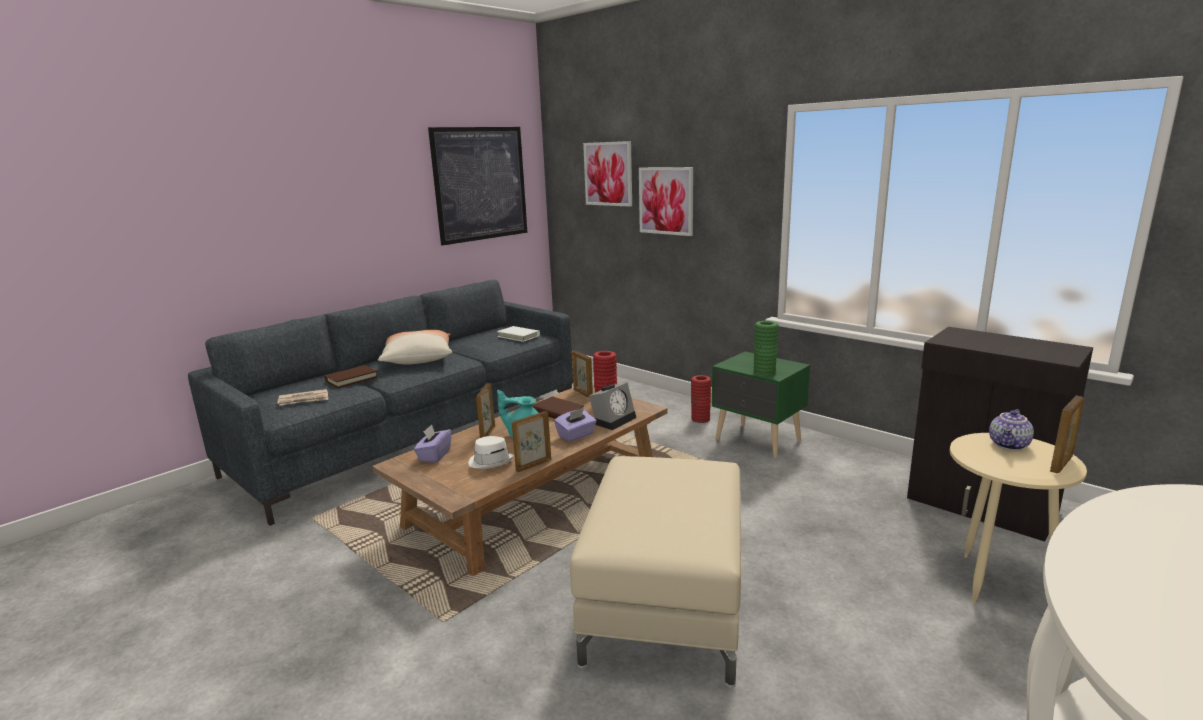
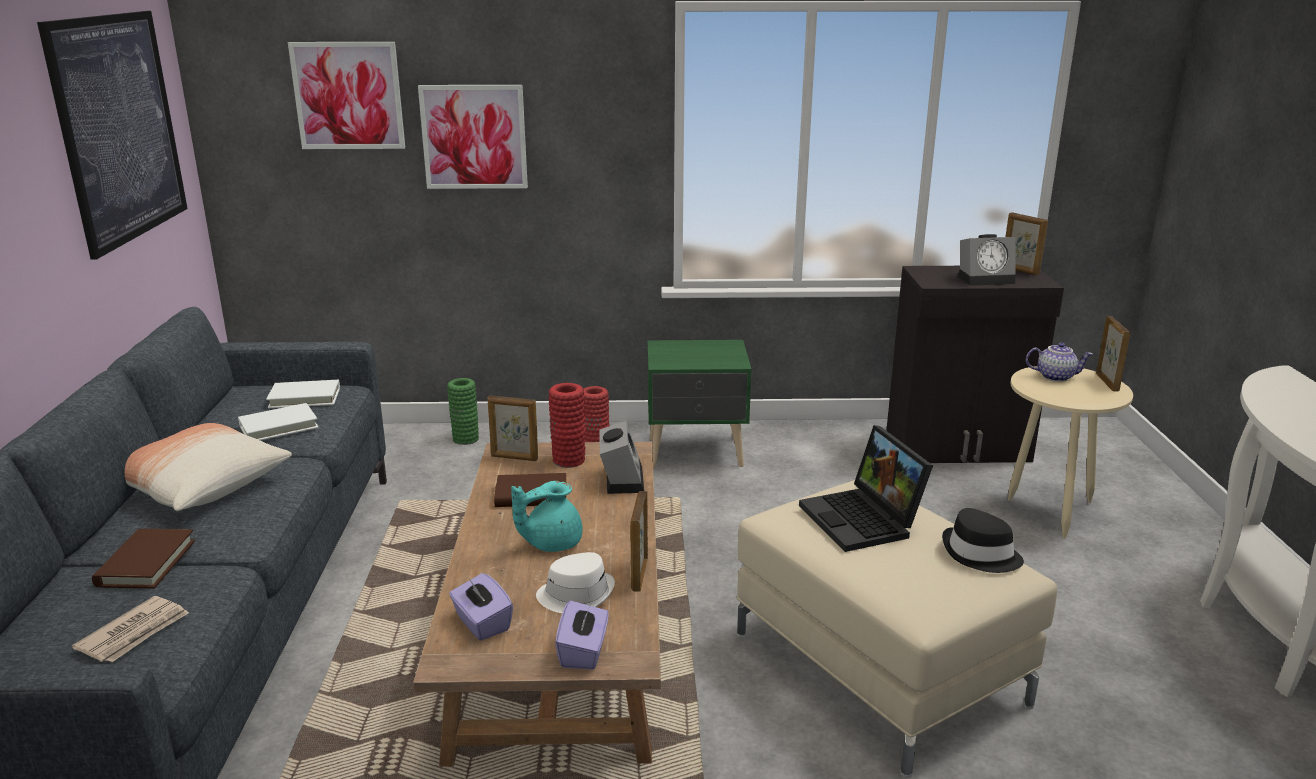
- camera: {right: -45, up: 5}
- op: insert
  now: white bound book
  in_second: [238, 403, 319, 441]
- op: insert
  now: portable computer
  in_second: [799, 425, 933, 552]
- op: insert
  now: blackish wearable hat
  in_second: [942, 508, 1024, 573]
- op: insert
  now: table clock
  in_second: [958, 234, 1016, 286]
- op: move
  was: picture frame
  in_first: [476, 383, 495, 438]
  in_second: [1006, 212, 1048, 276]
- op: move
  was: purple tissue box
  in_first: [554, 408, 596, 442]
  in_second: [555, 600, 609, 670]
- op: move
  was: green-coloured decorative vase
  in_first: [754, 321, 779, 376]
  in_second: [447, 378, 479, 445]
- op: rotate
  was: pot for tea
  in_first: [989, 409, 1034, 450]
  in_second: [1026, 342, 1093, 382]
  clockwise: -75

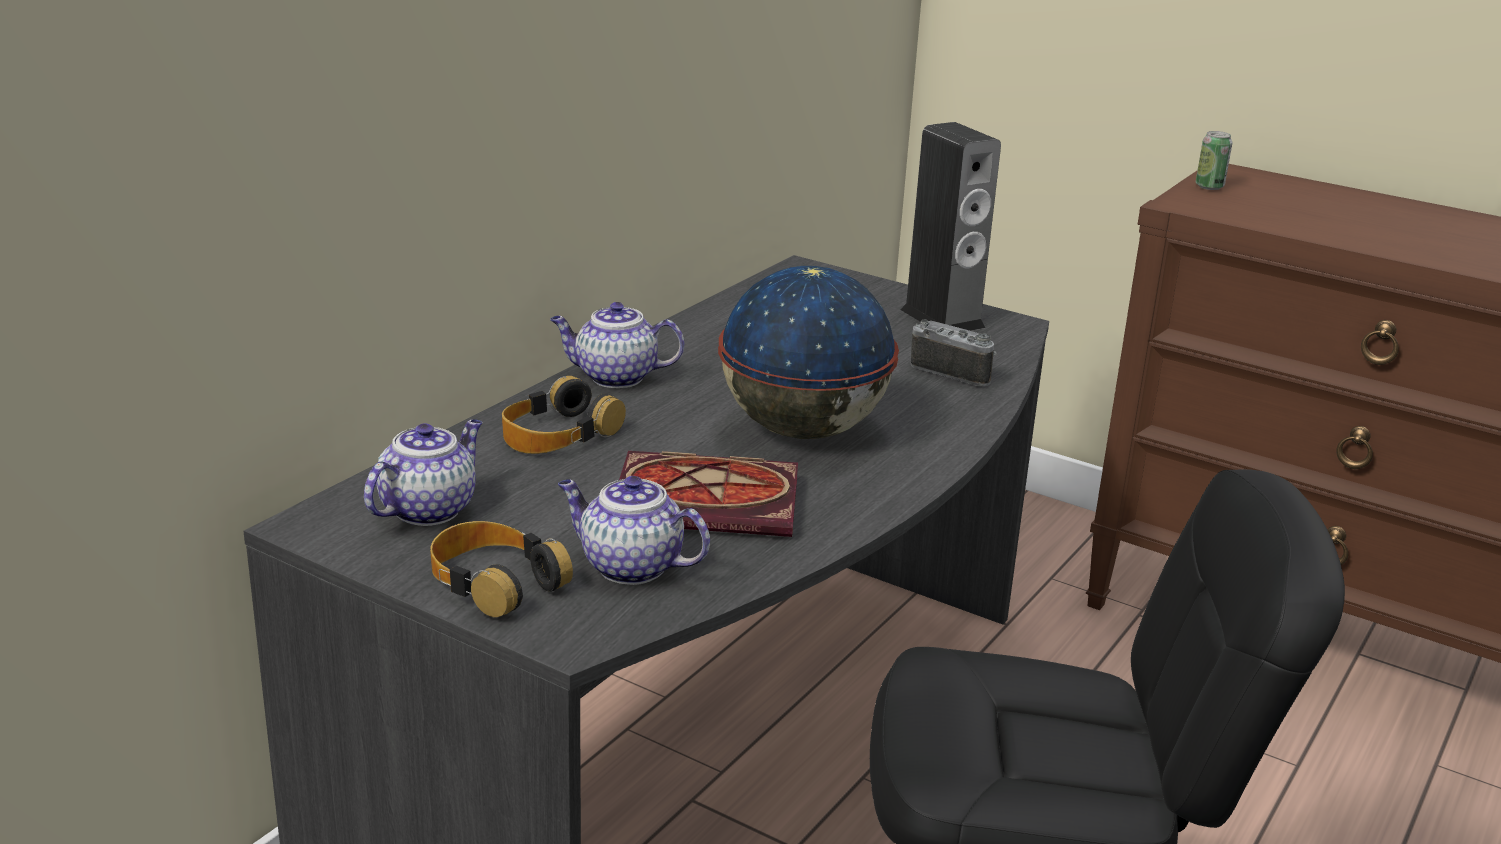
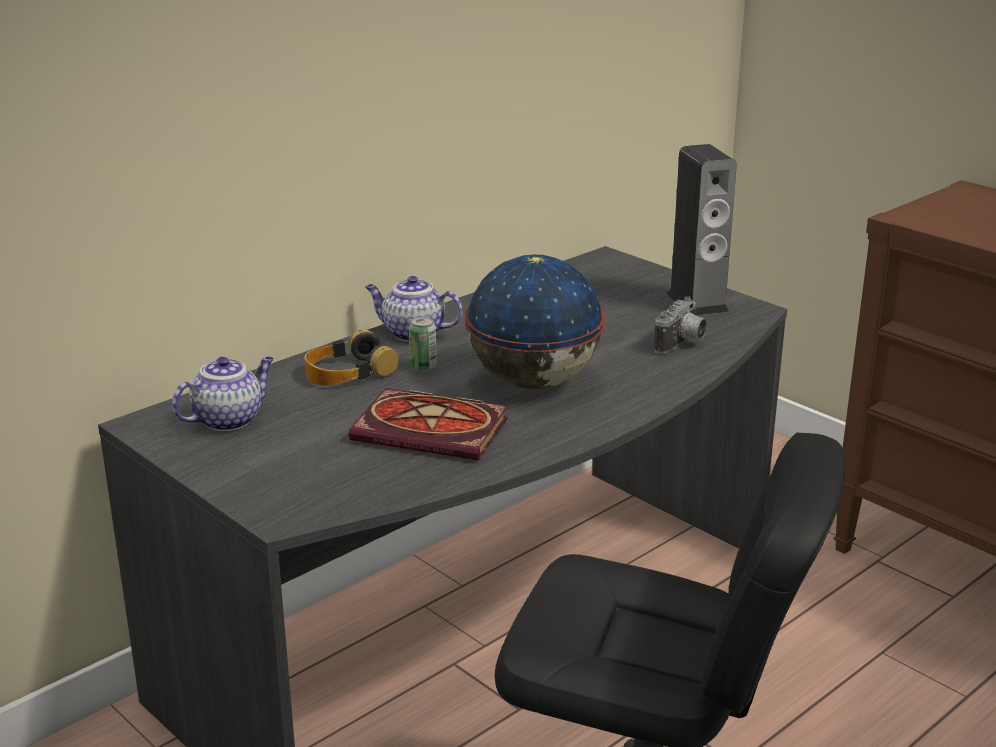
- camera: {right: 15, up: 0}
- op: delete
  was: pair of headphones
  in_first: [430, 521, 573, 617]
- op: delete
  was: pot for tea
  in_first: [558, 476, 710, 585]
- op: move
  was: sealed can
  in_first: [1196, 131, 1232, 190]
  in_second: [409, 317, 437, 372]
- op: rotate
  was: photo camera
  in_first: [911, 320, 997, 386]
  in_second: [655, 296, 707, 354]
  clockwise: 75

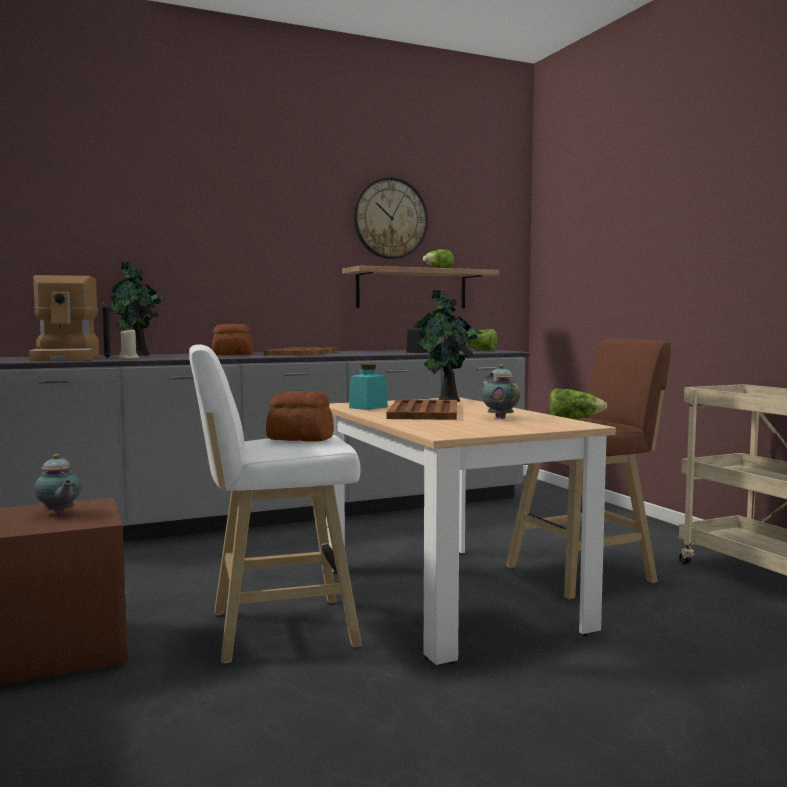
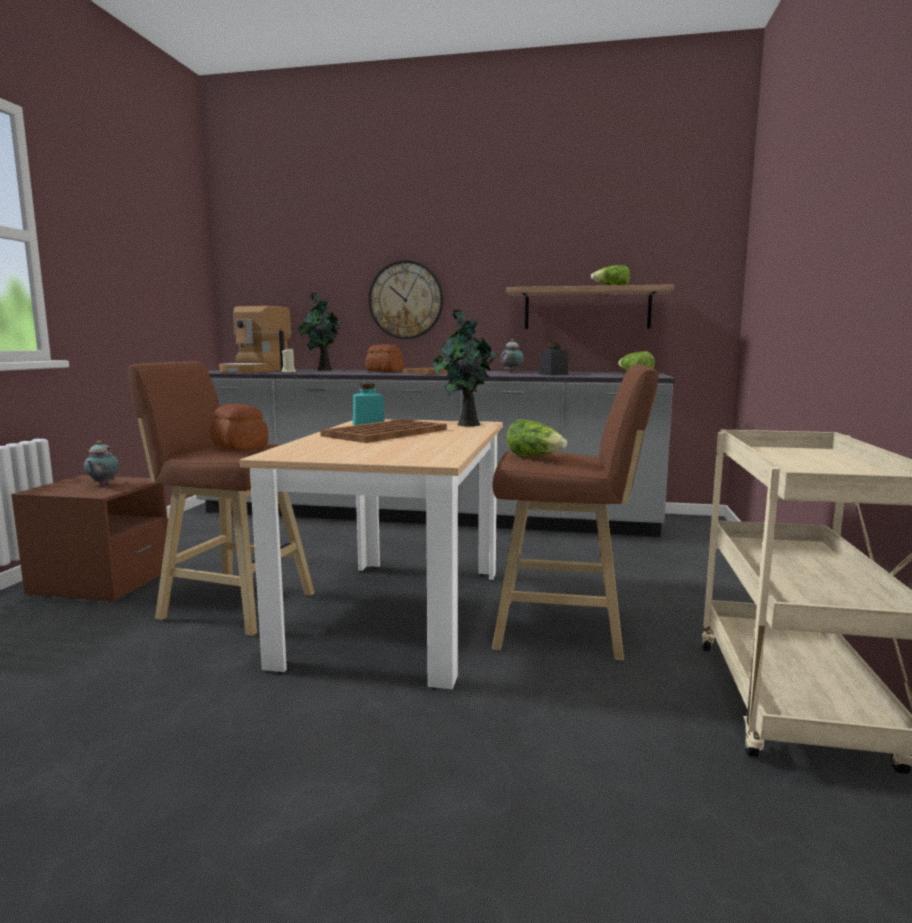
- camera: {right: 35, up: 5}
- op: move
  was: clock on the wall
  in_first: [353, 177, 428, 259]
  in_second: [368, 260, 443, 339]
- op: move
  was: pot for tea
  in_first: [482, 364, 520, 419]
  in_second: [501, 339, 524, 373]
- op: recolor
  was: white sitting stool
  now: brownish sitting stool
  in_first: [189, 344, 362, 663]
  in_second: [127, 361, 315, 636]

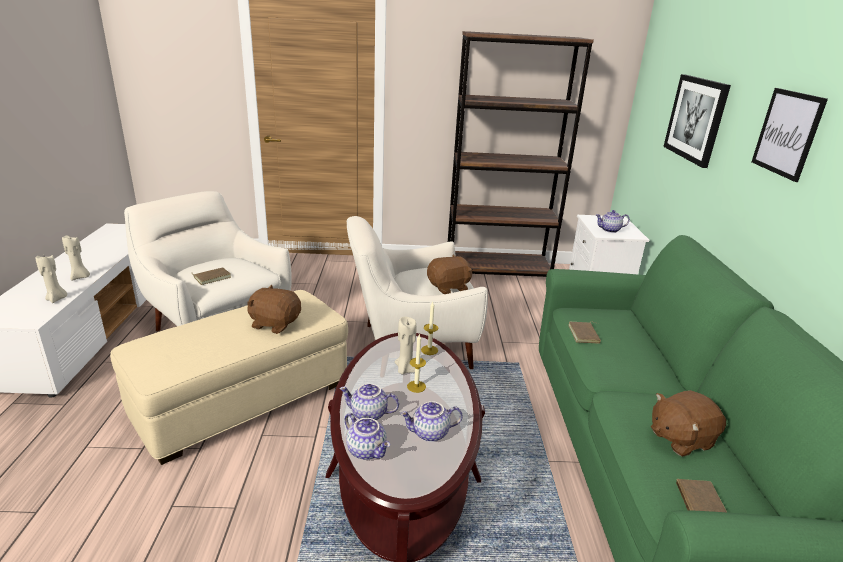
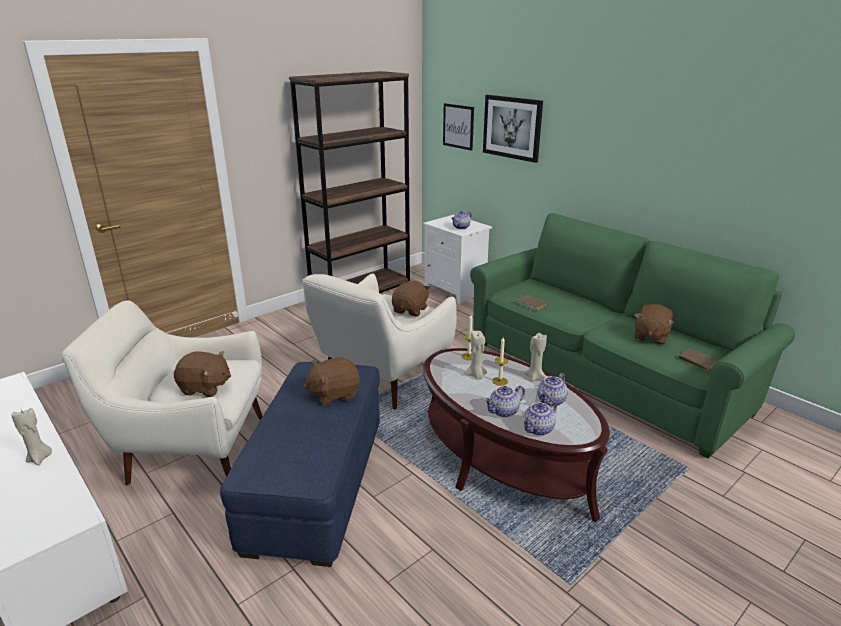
- camera: {right: -40, up: 0}
- op: move
  was: sand-coloured candle
  in_first: [35, 255, 67, 303]
  in_second: [523, 333, 547, 381]
- op: move
  was: picture
  in_first: [752, 88, 828, 182]
  in_second: [443, 103, 474, 151]
- op: replace
  was: brownish bound book
  now: brownish soft toy
  in_first: [192, 268, 231, 285]
  in_second: [174, 351, 231, 397]
- op: recolor
  was: sand-coloured pouffe
  now: blue pouffe
  in_first: [110, 290, 348, 465]
  in_second: [220, 362, 380, 567]
- op: rotate
  was: pot for tea
  in_first: [345, 413, 390, 460]
  in_second: [522, 400, 557, 436]
  clockwise: 135

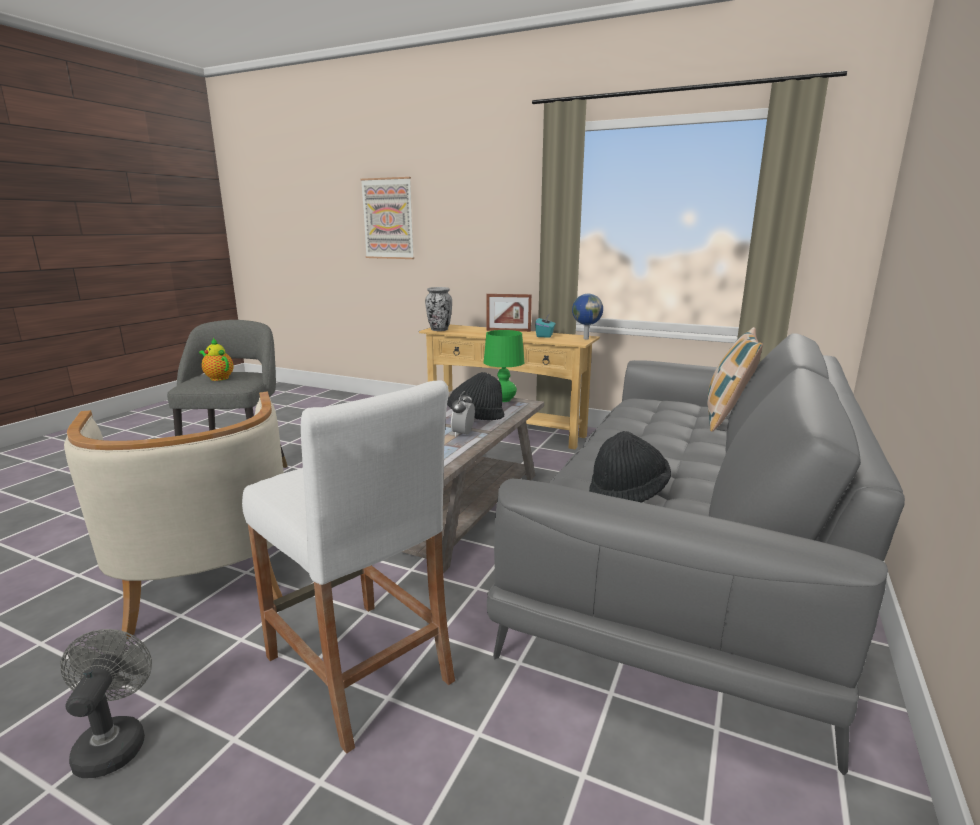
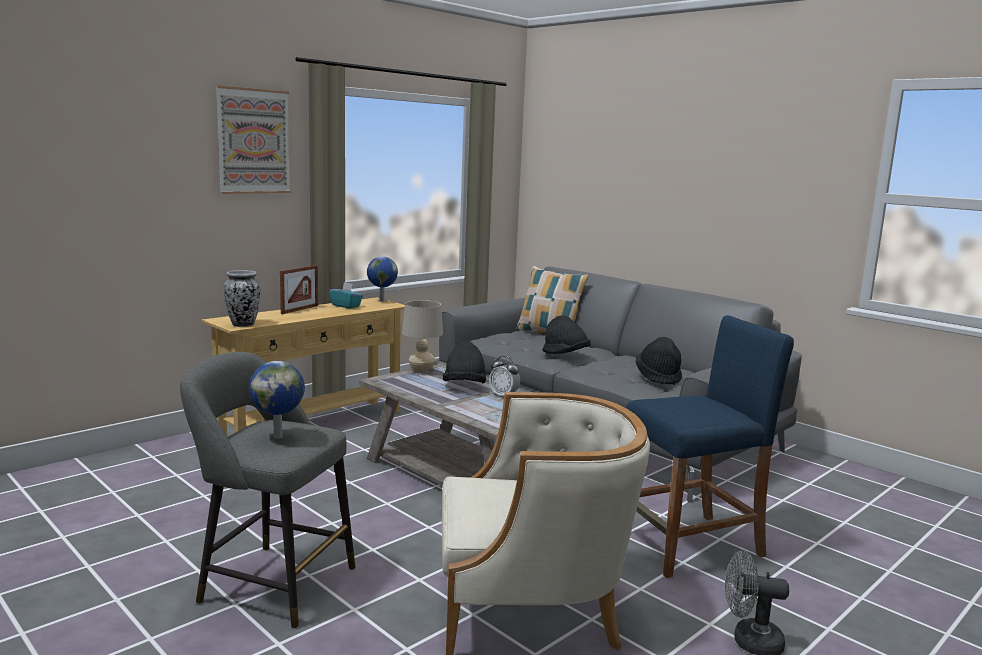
- camera: {right: -70, up: -5}
- op: insert
  now: blackish wearable hat
  in_second: [543, 315, 591, 354]
- op: move
  was: picture
  in_first: [361, 177, 414, 259]
  in_second: [216, 85, 291, 194]
- op: replace
  was: pot for tea
  now: globe
  in_first: [199, 338, 234, 381]
  in_second: [249, 361, 305, 439]
- op: recolor
  was: white sitting stool
  now: blue sitting stool
  in_first: [242, 381, 455, 754]
  in_second: [625, 315, 794, 578]
- op: recolor
  was: green-coloured table lamp
  now: sand-coloured table lamp
  in_first: [484, 330, 524, 402]
  in_second: [402, 300, 443, 373]

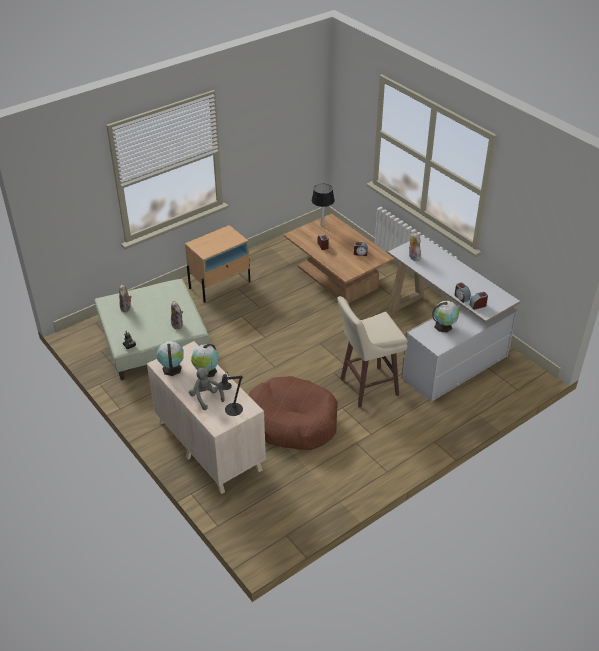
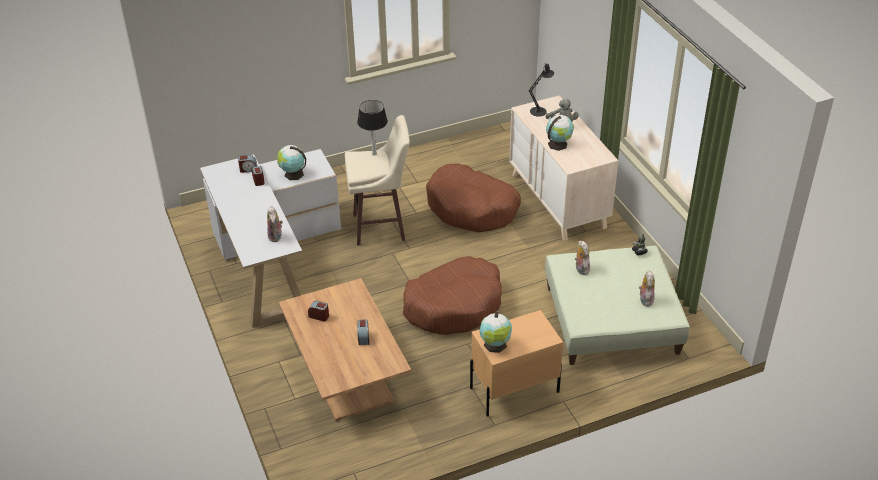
- camera: {right: -165, up: 0}
- op: insert
  now: brownish dog bed
  in_second: [403, 256, 502, 335]
- op: move
  was: globe
  in_first: [157, 340, 184, 376]
  in_second: [479, 311, 512, 353]
- op: move
  was: table lamp
  in_first: [311, 184, 335, 227]
  in_second: [357, 100, 388, 155]

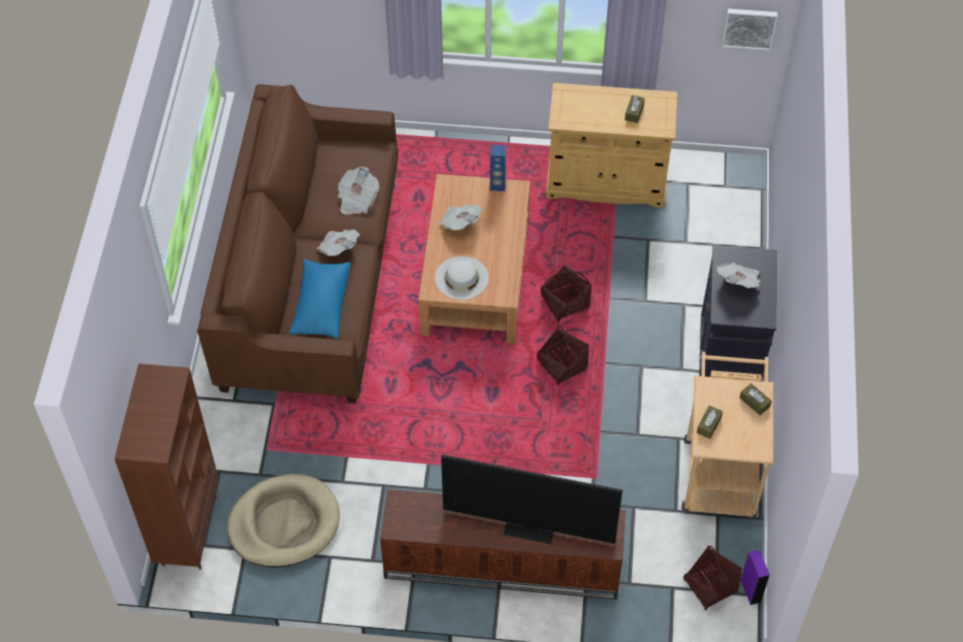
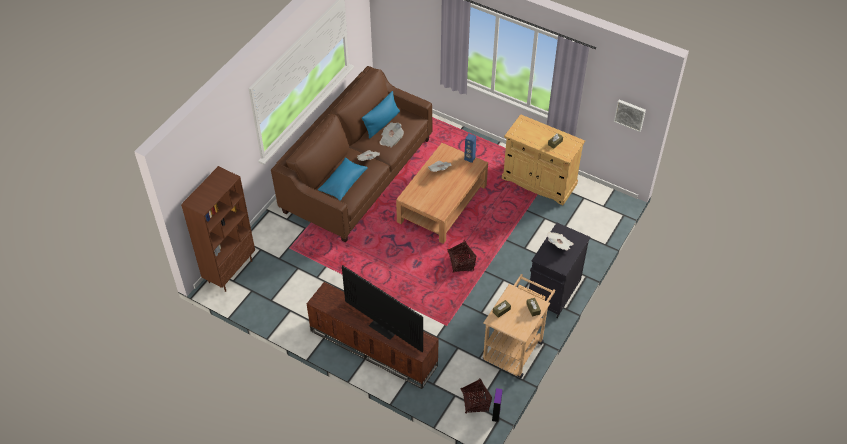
- camera: {right: 25, up: -5}
- op: delete
  was: sand-coloured dog bed
  in_first: [227, 474, 340, 568]
- op: delete
  was: white wearable hat
  in_first: [435, 256, 489, 300]
- op: delete
  was: storage basket
  in_first: [541, 265, 592, 322]
- op: insert
  now: blue cushion
  in_second: [362, 91, 400, 139]

